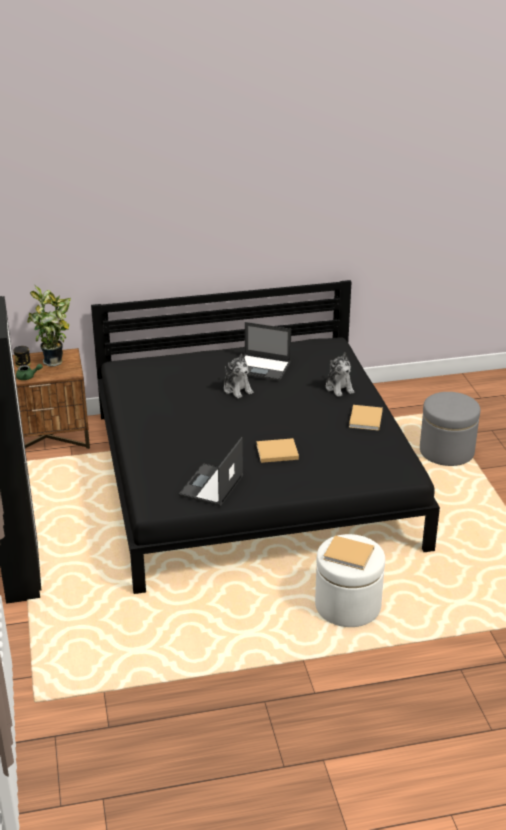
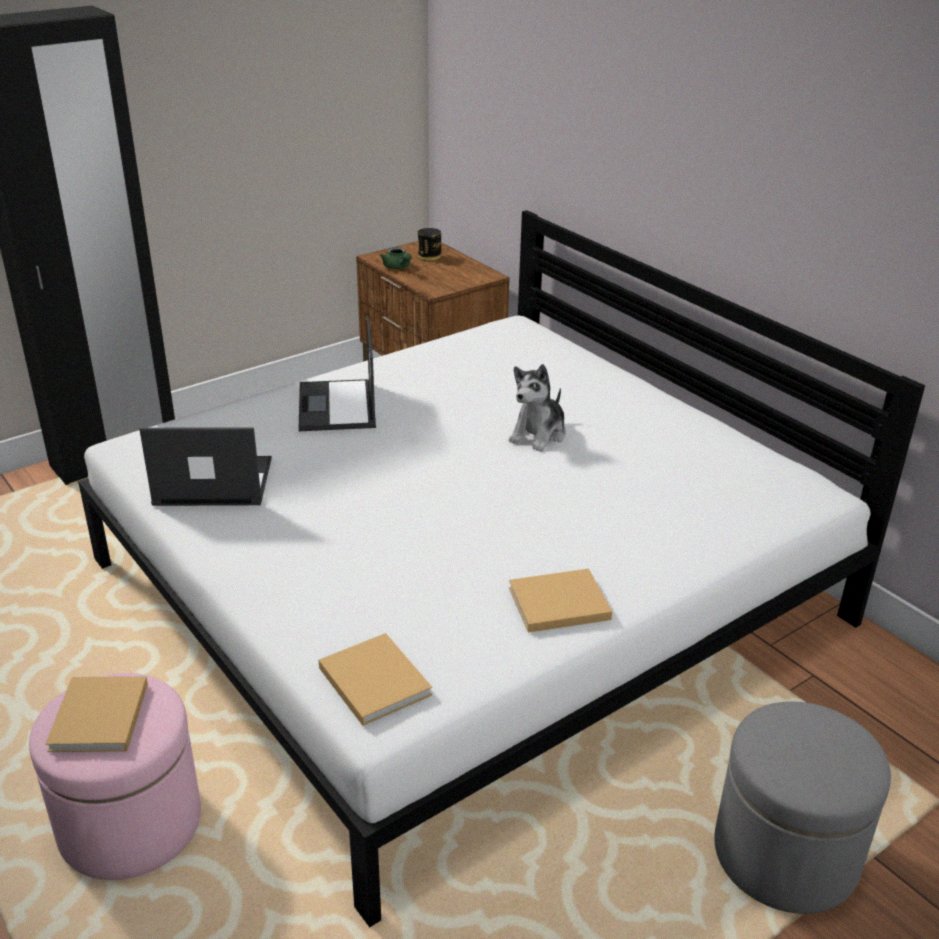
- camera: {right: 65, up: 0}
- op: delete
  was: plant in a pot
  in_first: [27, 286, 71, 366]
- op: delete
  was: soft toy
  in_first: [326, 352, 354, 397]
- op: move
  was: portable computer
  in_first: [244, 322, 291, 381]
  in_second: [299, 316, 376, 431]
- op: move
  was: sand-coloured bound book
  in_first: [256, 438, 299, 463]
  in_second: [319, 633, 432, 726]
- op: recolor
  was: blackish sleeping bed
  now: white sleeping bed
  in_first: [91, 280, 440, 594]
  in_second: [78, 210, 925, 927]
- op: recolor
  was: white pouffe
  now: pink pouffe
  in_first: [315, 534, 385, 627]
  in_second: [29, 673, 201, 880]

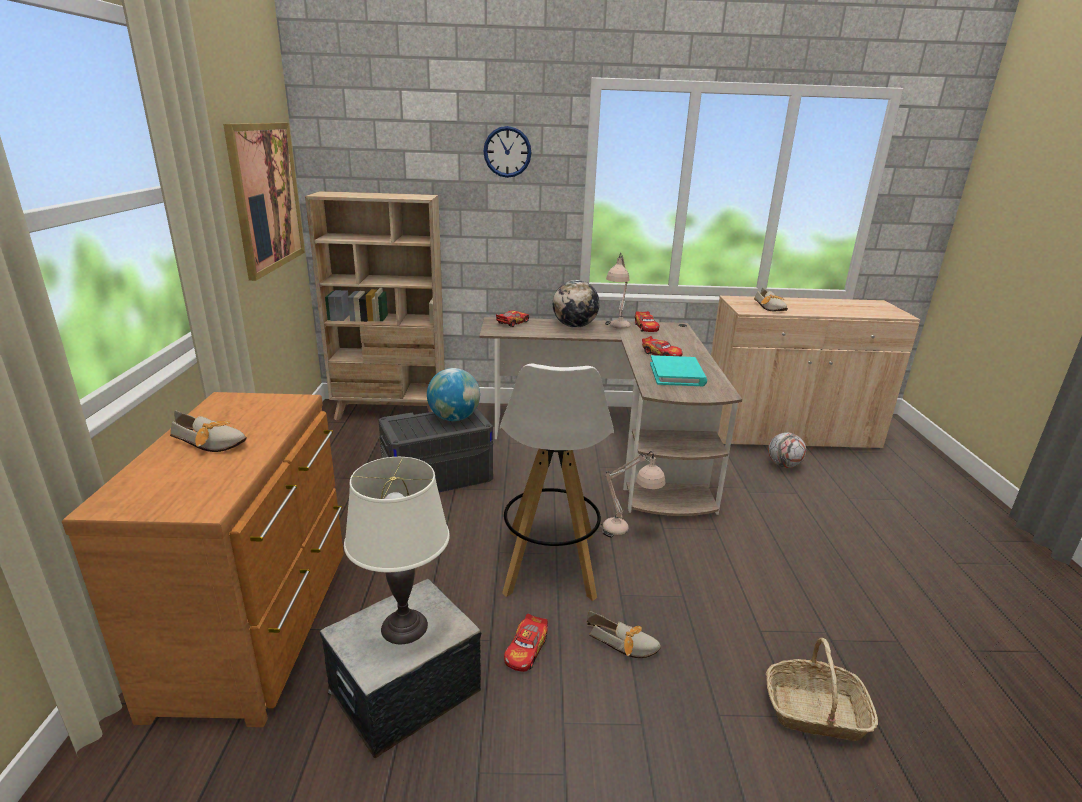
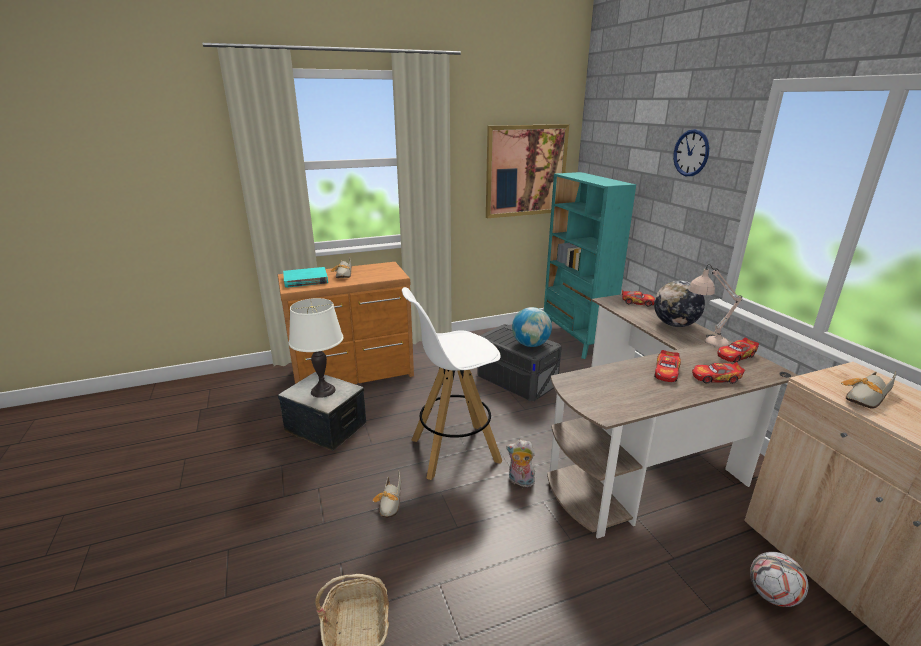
- camera: {right: 70, up: 0}
- op: move
  was: toy car
  in_first: [504, 613, 548, 672]
  in_second: [692, 362, 745, 384]
- op: move
  was: turquoise-coloured bound book
  in_first: [650, 355, 707, 386]
  in_second: [283, 267, 328, 288]
- op: replace
  was: sand-coloured table lamp
  now: soft toy
  in_first: [599, 451, 666, 538]
  in_second: [506, 440, 535, 487]
- op: recolor
  was: sand-coloured shelving unit
  now: turquoise-coloured shelving unit
  in_first: [305, 191, 445, 420]
  in_second: [544, 172, 636, 359]

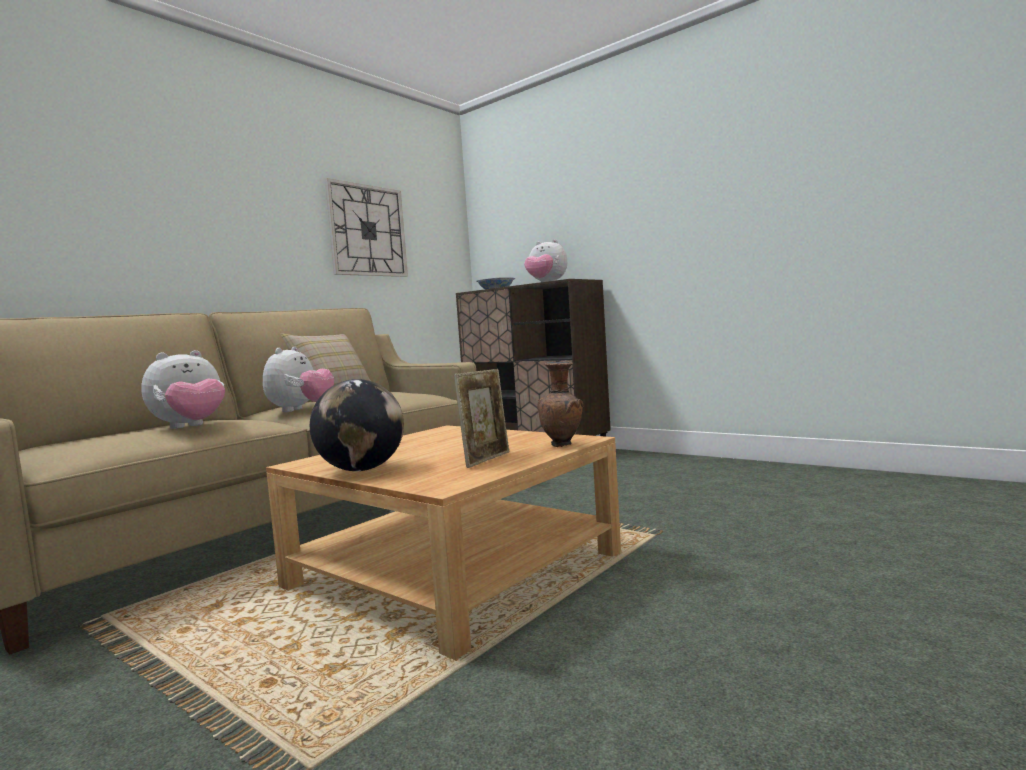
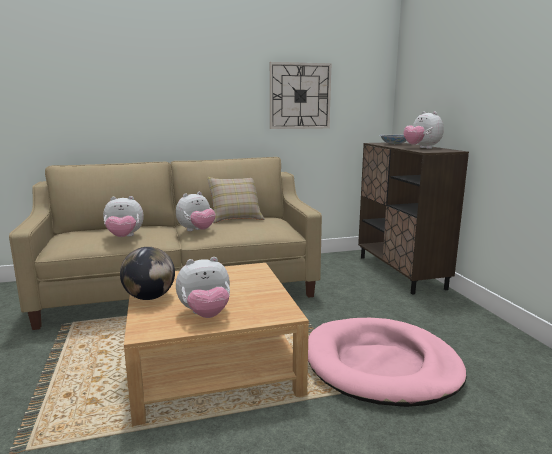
- camera: {right: 35, up: 10}
- op: delete
  was: brownish decorative vase
  in_first: [537, 362, 583, 447]
- op: insert
  now: pink dog bed
  in_second: [308, 318, 467, 407]
- op: replace
  was: picture frame
  now: soft toy
  in_first: [454, 369, 509, 468]
  in_second: [176, 257, 230, 318]

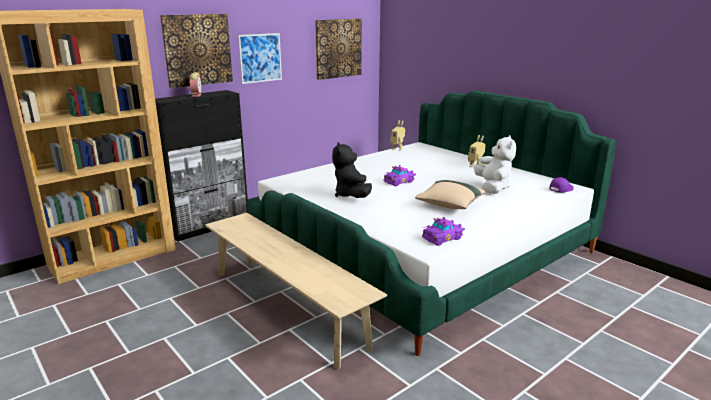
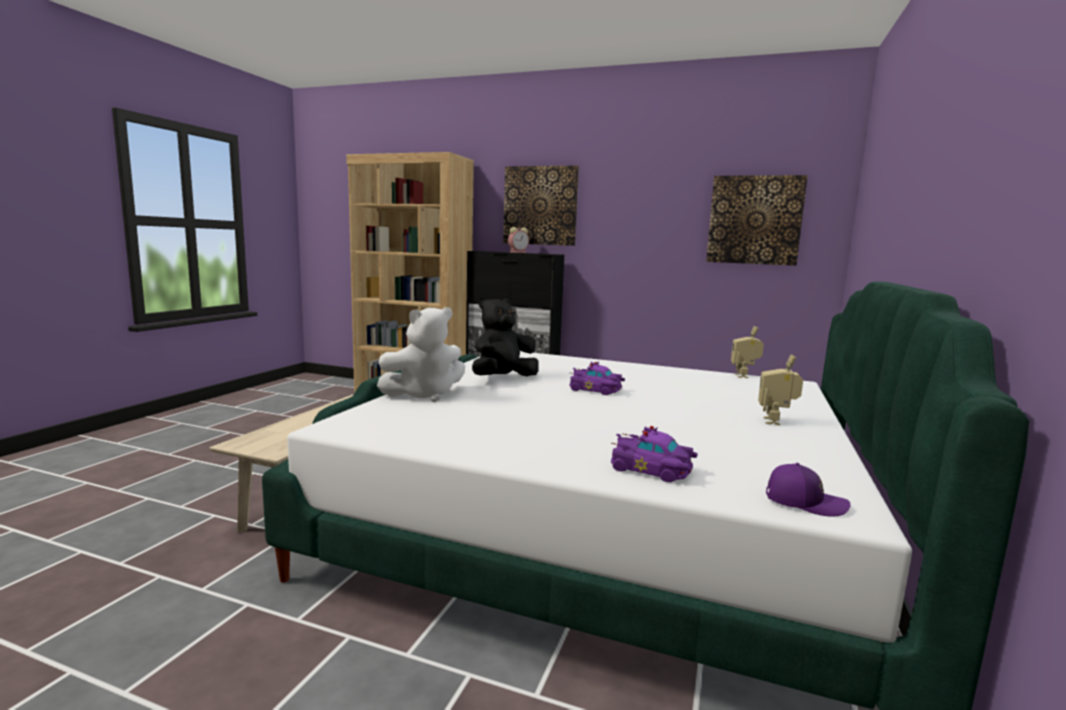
- camera: {right: 60, up: -10}
- op: delete
  was: picture
  in_first: [238, 33, 282, 84]
- op: delete
  was: sand-coloured cushion
  in_first: [415, 180, 485, 209]
- op: move
  was: purple toy car
  in_first: [422, 217, 465, 246]
  in_second: [611, 426, 697, 482]
- op: move
  was: white soft toy
  in_first: [474, 135, 516, 194]
  in_second: [377, 307, 465, 402]

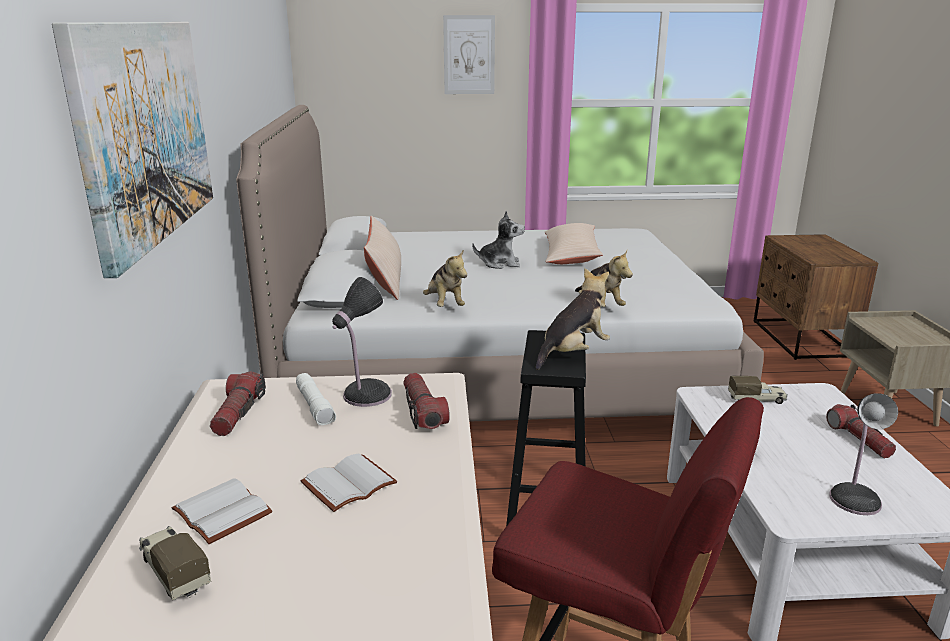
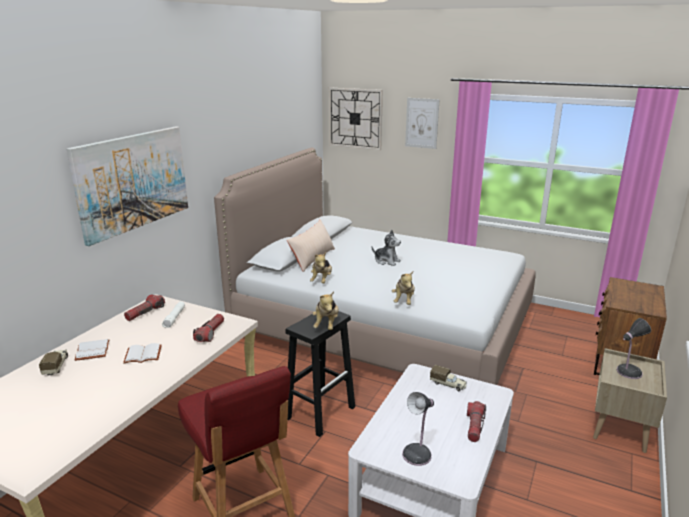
- camera: {right: 30, up: 0}
- op: delete
  was: sand-coloured cushion
  in_first: [545, 223, 603, 264]
- op: insert
  now: clock on the wall
  in_second: [329, 88, 383, 150]
- op: move
  was: table lamp
  in_first: [332, 277, 392, 407]
  in_second: [617, 318, 651, 379]
- op: rotate
  was: soft toy
  in_first: [536, 268, 610, 370]
  in_second: [313, 291, 339, 330]
  clockwise: 105

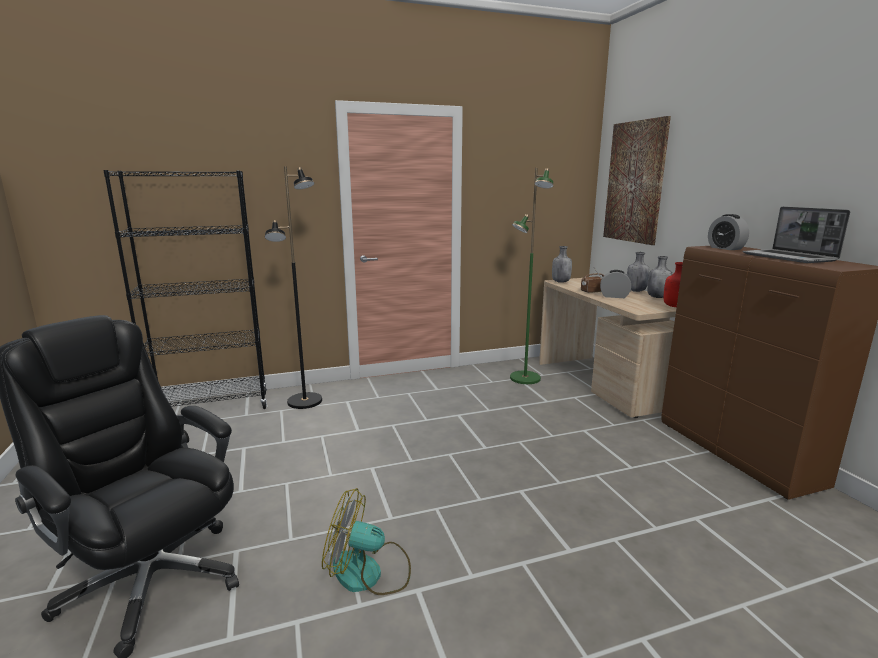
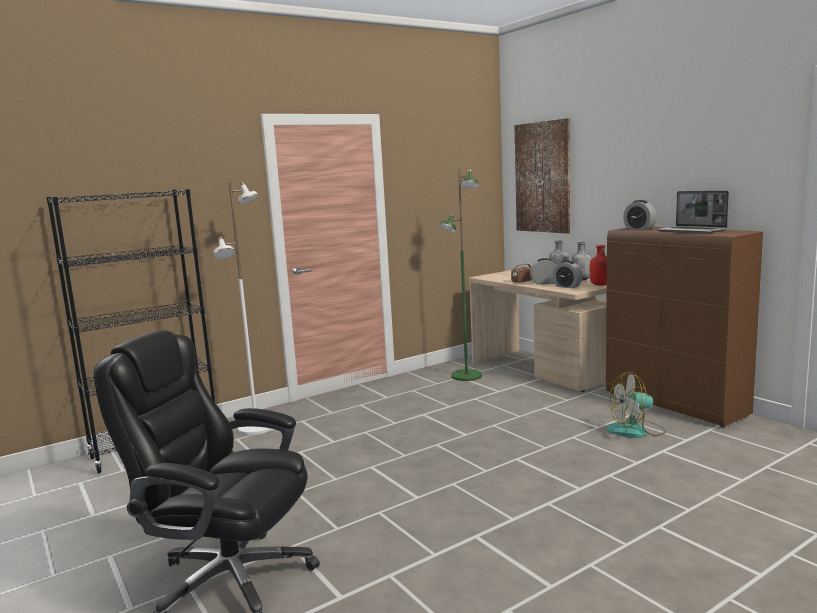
- camera: {right: -15, up: -5}
- op: delete
  was: greyish bottle
  in_first: [552, 246, 572, 283]
- op: insert
  now: table clock
  in_second: [553, 261, 582, 288]
- op: move
  was: fan
  in_first: [322, 488, 411, 595]
  in_second: [606, 372, 666, 438]
- op: recolor
  was: blackish floor lamp
  now: white floor lamp
  in_first: [265, 166, 322, 409]
  in_second: [213, 182, 272, 435]

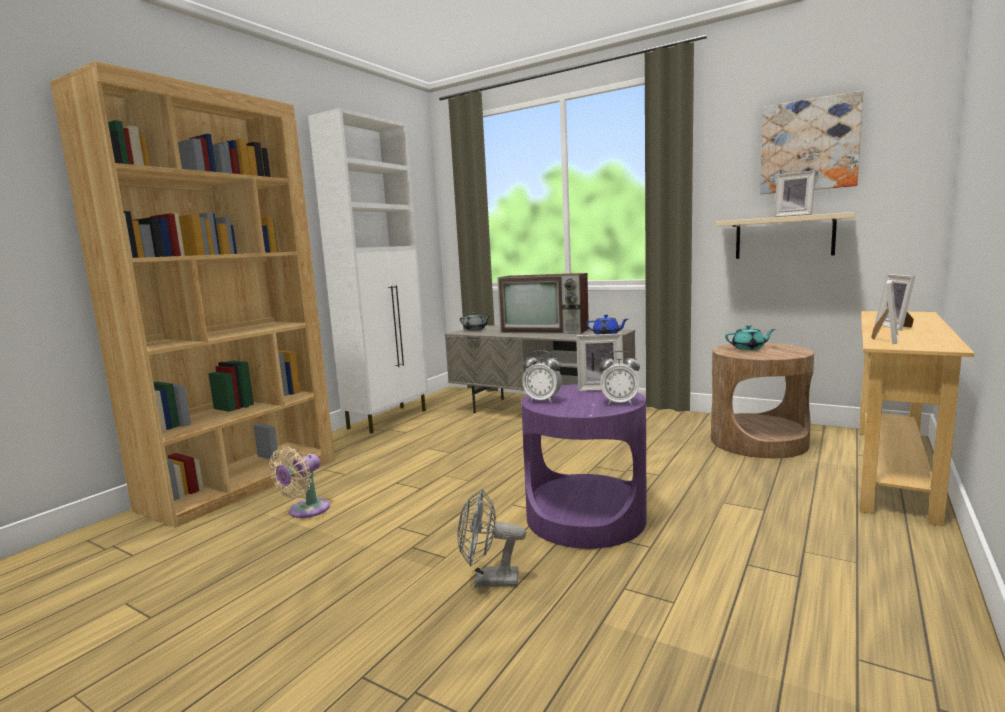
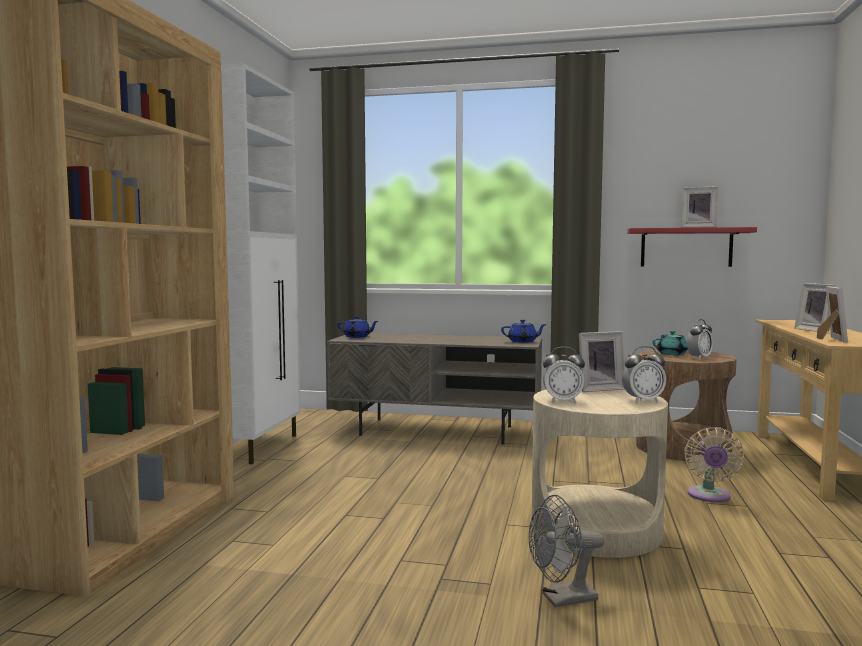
- camera: {right: -20, up: -5}
- op: delete
  was: TV set
  in_first: [497, 273, 589, 334]
- op: delete
  was: picture
  in_first: [760, 90, 863, 194]
- op: insert
  now: table clock
  in_second: [687, 319, 713, 359]
- op: move
  was: sand-coloured fan
  in_first: [269, 446, 330, 518]
  in_second: [684, 427, 744, 502]
- op: recolor
  was: greyish pot for tea
  now: blue pot for tea
  in_first: [460, 312, 490, 331]
  in_second: [338, 316, 378, 338]
- op: recolor
  was: purple end table
  now: sand-coloured end table
  in_first: [521, 384, 647, 549]
  in_second: [532, 390, 668, 558]
- op: recolor
  was: sand-coloured shelf
  now: reddish shelf
  in_first: [716, 212, 855, 259]
  in_second: [627, 227, 757, 267]

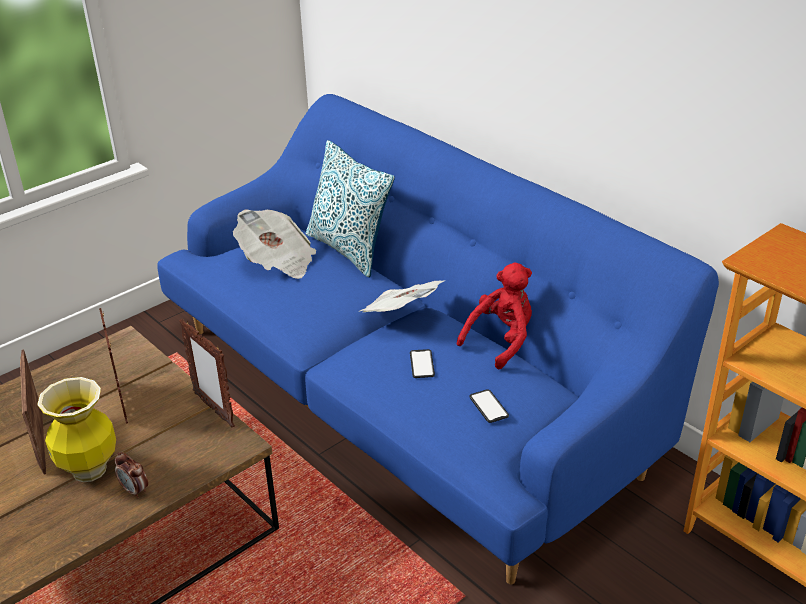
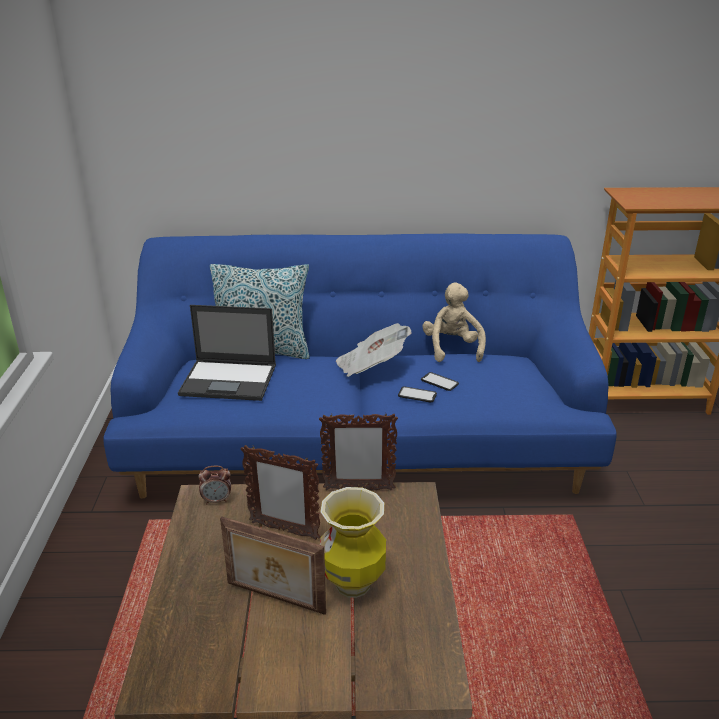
- camera: {right: -50, up: -5}
- op: move
  was: table clock
  in_first: [115, 452, 148, 498]
  in_second: [198, 465, 231, 504]
- op: move
  was: handset
  in_first: [470, 389, 509, 423]
  in_second: [398, 386, 437, 402]
- op: replace
  was: daily paper
  now: portable computer
  in_first: [233, 209, 316, 279]
  in_second: [178, 305, 276, 401]
- op: recolor
  was: reddish soft toy
  now: sand-coloured soft toy
  in_first: [457, 263, 532, 369]
  in_second: [422, 283, 486, 362]

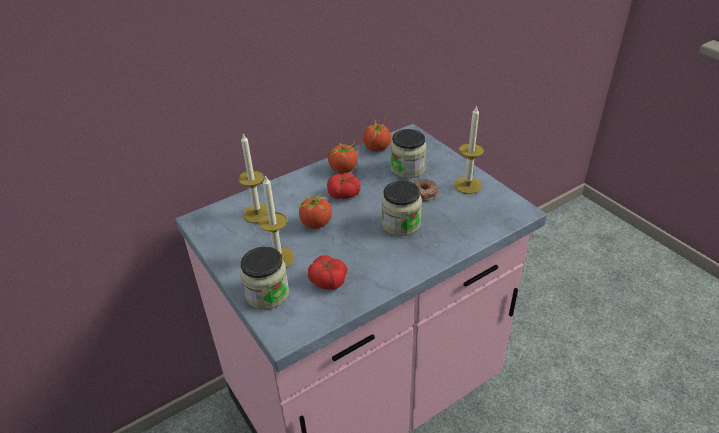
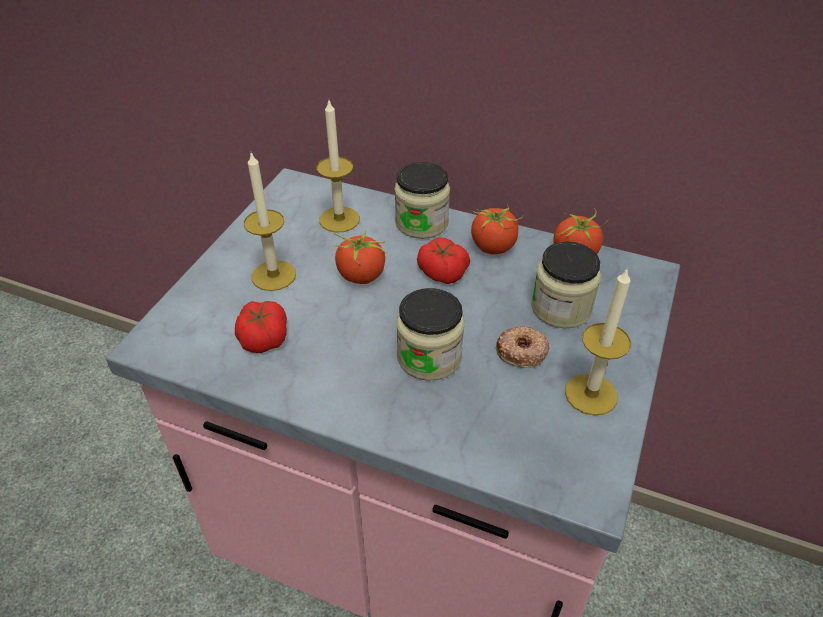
- camera: {right: 55, up: 5}
- op: move
  was: storage jar
  in_first: [240, 247, 289, 309]
  in_second: [394, 162, 450, 239]

